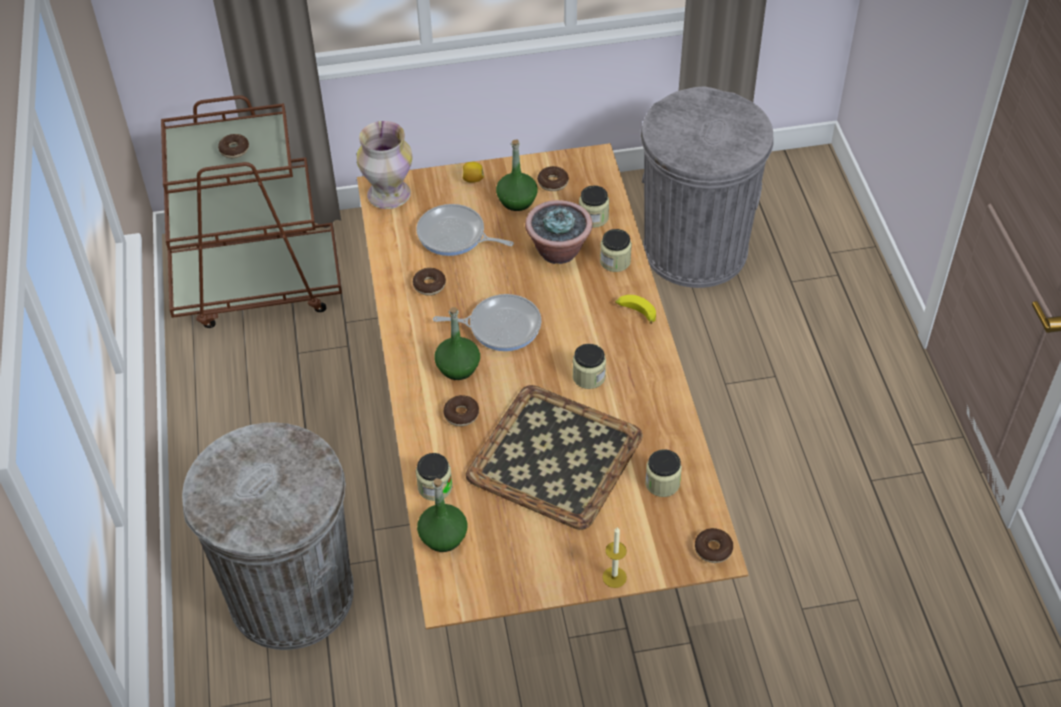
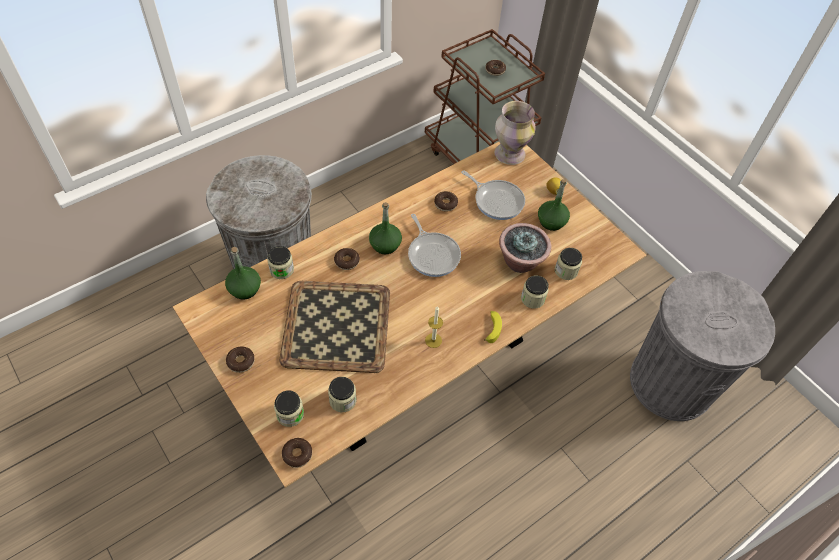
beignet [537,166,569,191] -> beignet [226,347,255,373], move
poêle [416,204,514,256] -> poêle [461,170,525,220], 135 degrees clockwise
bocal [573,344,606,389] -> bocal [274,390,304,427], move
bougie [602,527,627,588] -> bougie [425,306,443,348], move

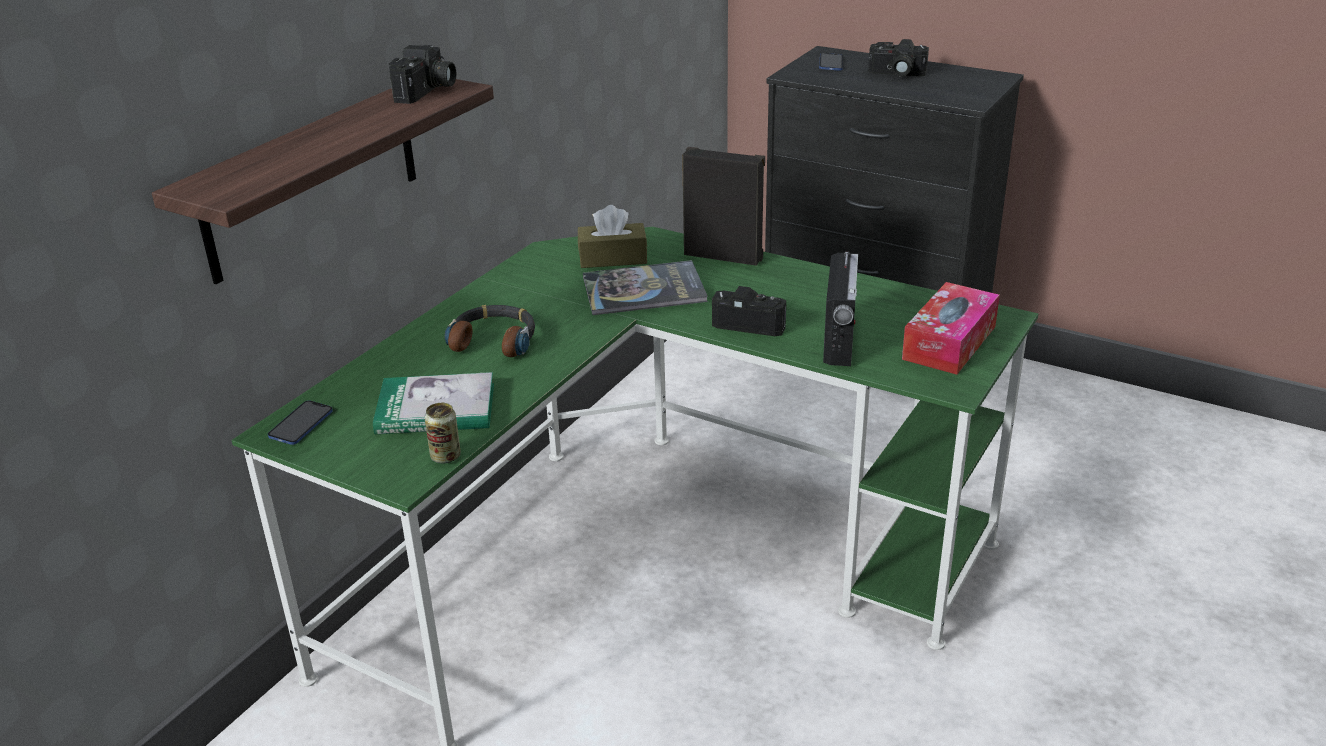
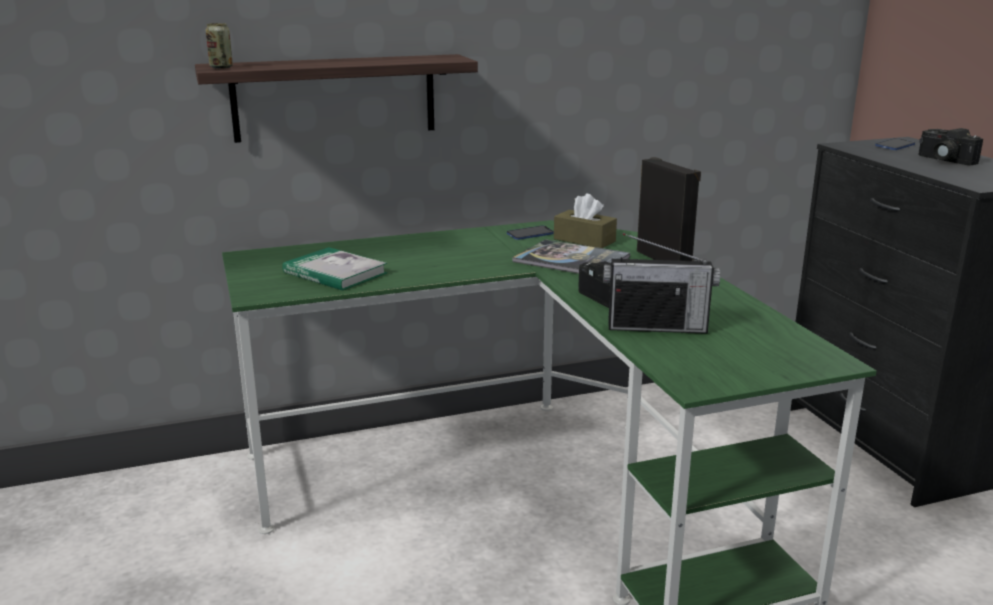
appareil photo [389,45,456,104] -> none
radio [823,252,858,366] -> radio [603,233,720,334], 45 degrees clockwise
boîte à mouchoirs [902,282,1000,375] -> none
casque audio [444,305,535,357] -> none
téléphone [268,401,333,445] -> téléphone [507,225,554,240], move
boîte métallique [425,403,461,463] -> boîte métallique [206,23,233,69], move

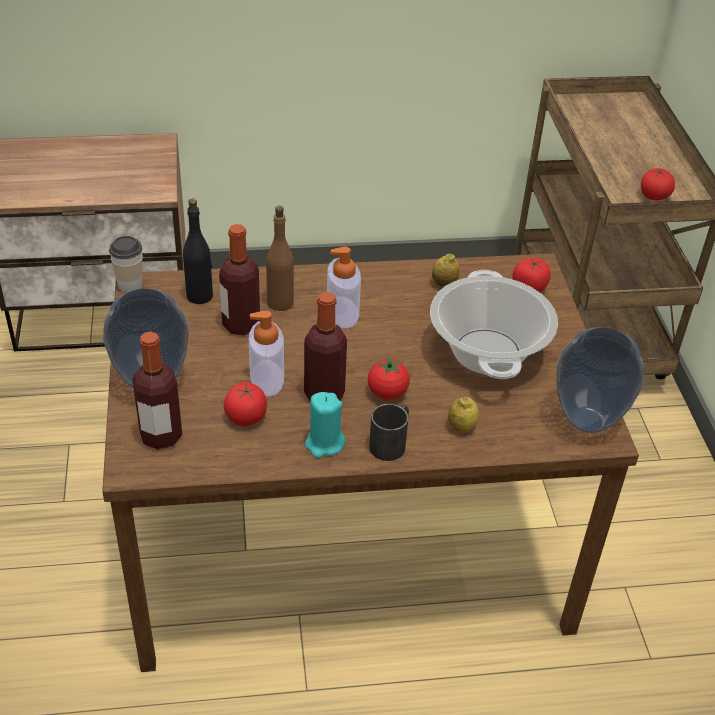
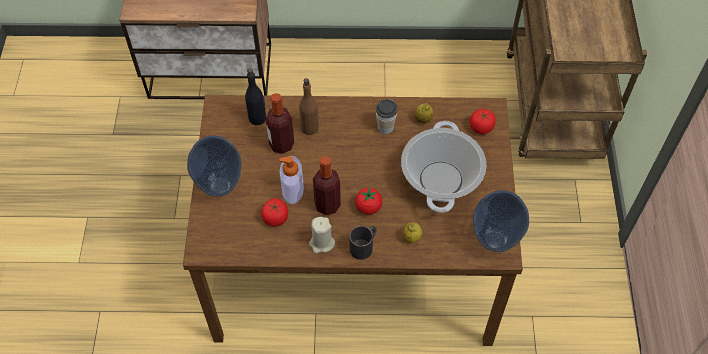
tomate [641,167,675,200] -> none
tasse [109,236,143,292] -> tasse [376,99,398,134], move
distributeur de savon [327,246,361,328] -> none
bouteille [132,331,182,450] -> none
bougie/turquoise [305,392,346,458] -> bougie/beige [309,217,335,254]

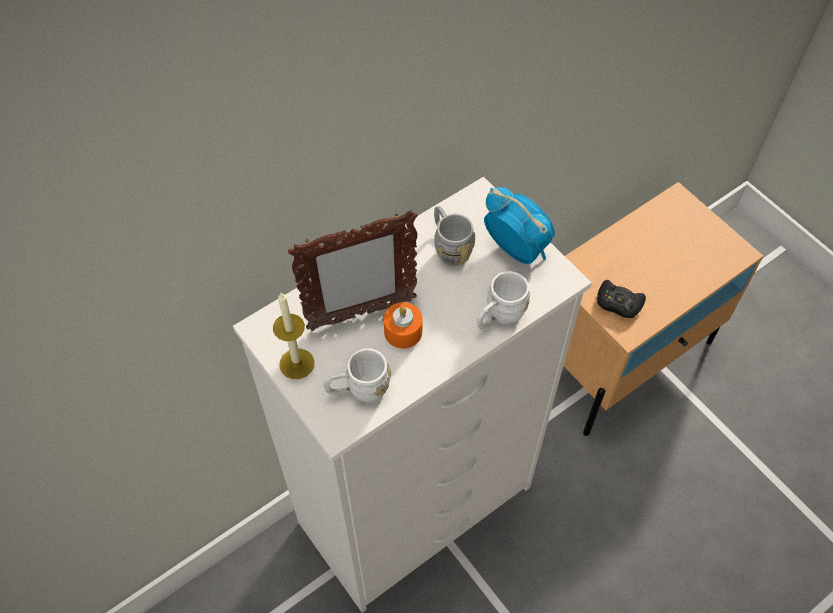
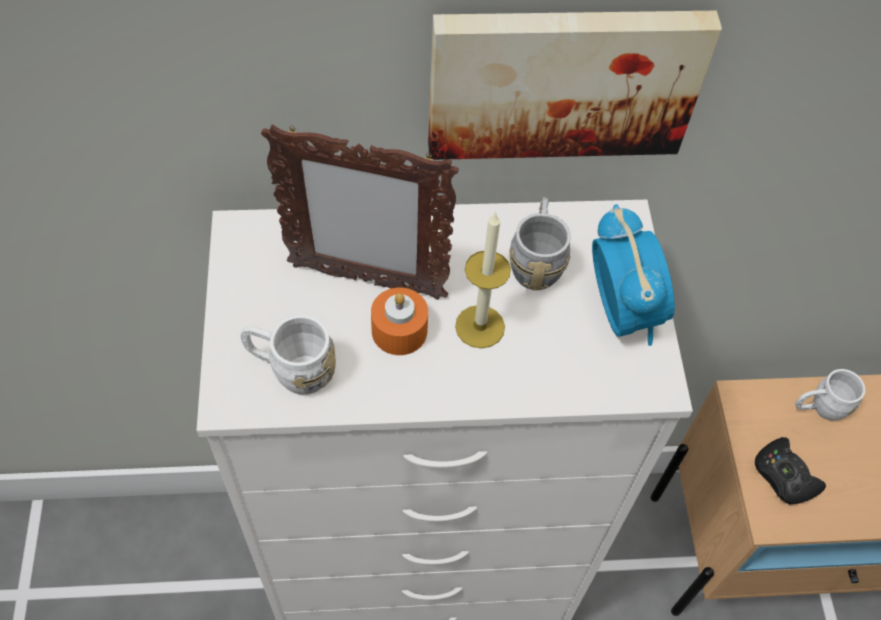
mug/blanc [477,271,530,329] -> mug/blanc [795,369,865,421], move
bougie [273,293,314,379] -> bougie [455,212,511,348], move
none -> tableau [428,11,722,160]

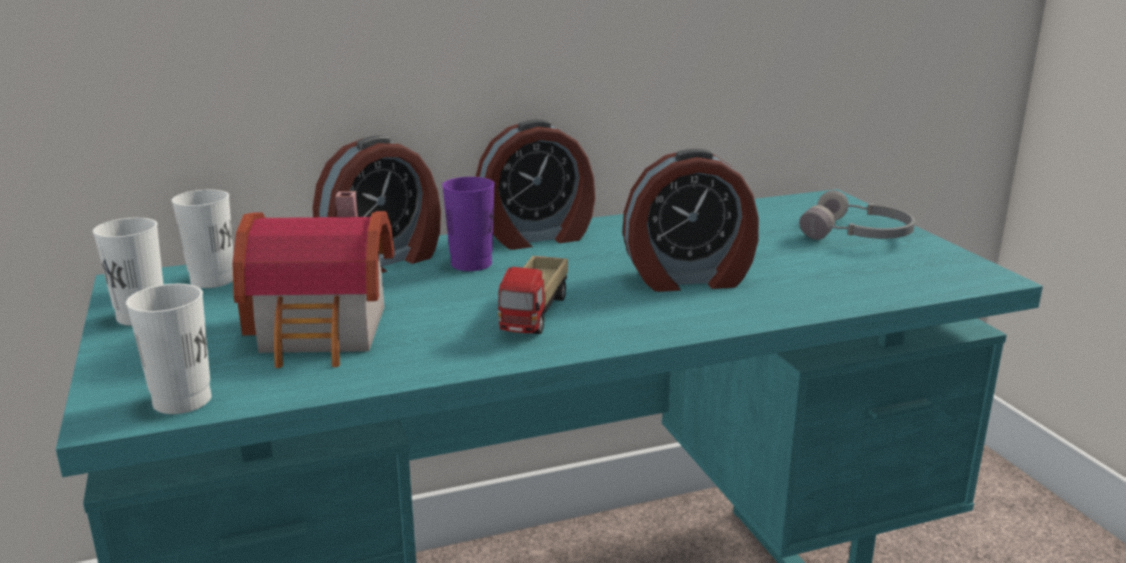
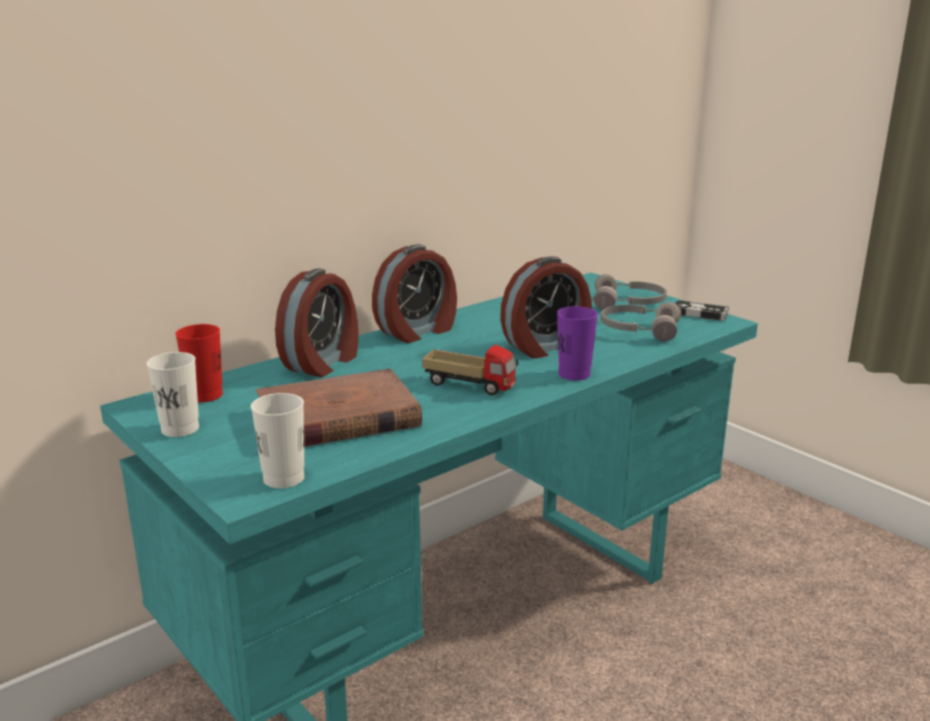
tasse/violet [442,177,495,271] -> tasse/violet [557,306,598,381], move
tasse/blanc [171,189,233,288] -> tasse/rouge [175,324,223,402]
maison miniature [232,191,394,368] -> livre/marron [256,369,422,447]
camion jouet [498,256,568,334] -> camion jouet [422,345,518,396], 60 degrees counterclockwise
none -> manette [675,300,729,321]
none -> casque audio/gris [600,302,681,341]

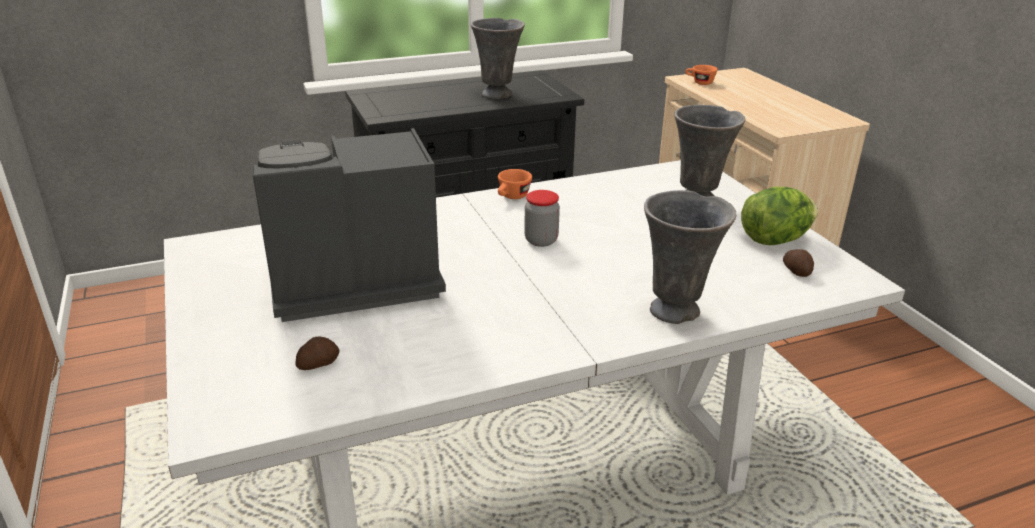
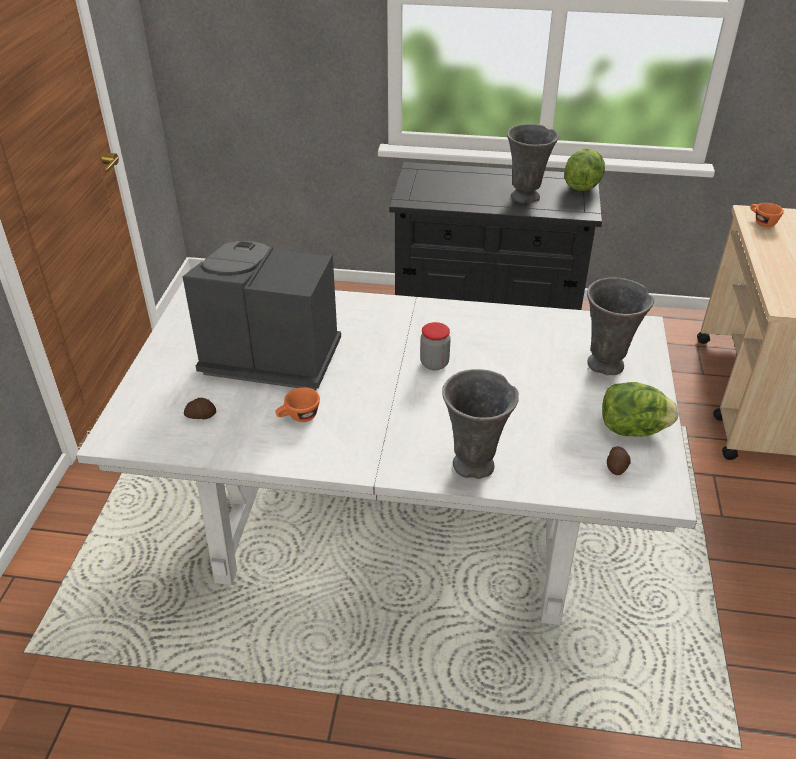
tasse/orange [498,169,532,199] -> tasse/orange [275,387,320,422], move
none -> laitue [564,149,605,191]

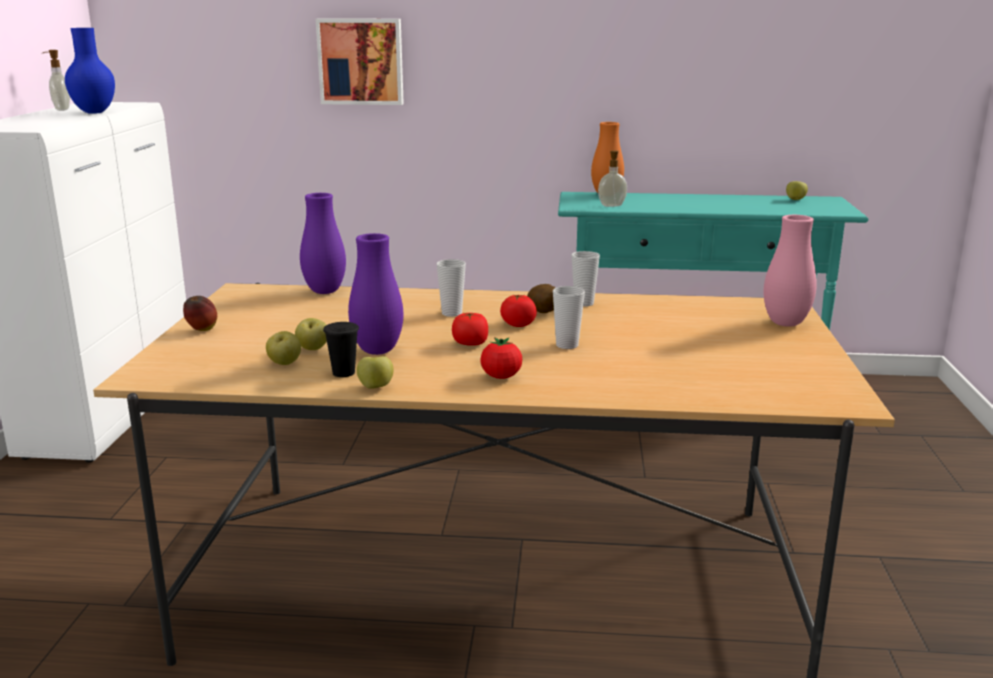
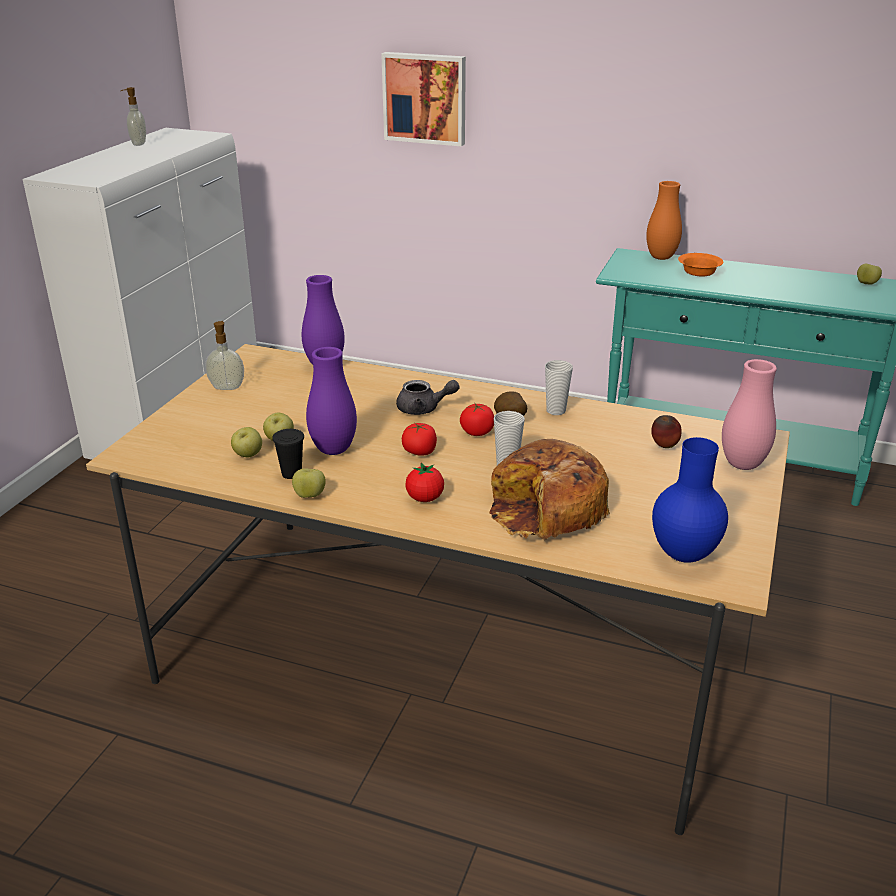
vase/bleu [65,28,115,114] -> vase/bleu [652,437,728,563], move
distributeur de savon [598,150,627,207] -> distributeur de savon [205,321,244,390], move
tasse [437,259,466,317] -> théière/gris [396,380,460,415]
pomme [183,296,217,331] -> pomme [651,415,682,448], move
none -> bol/orange [678,253,723,276]
none -> pain [489,439,610,540]

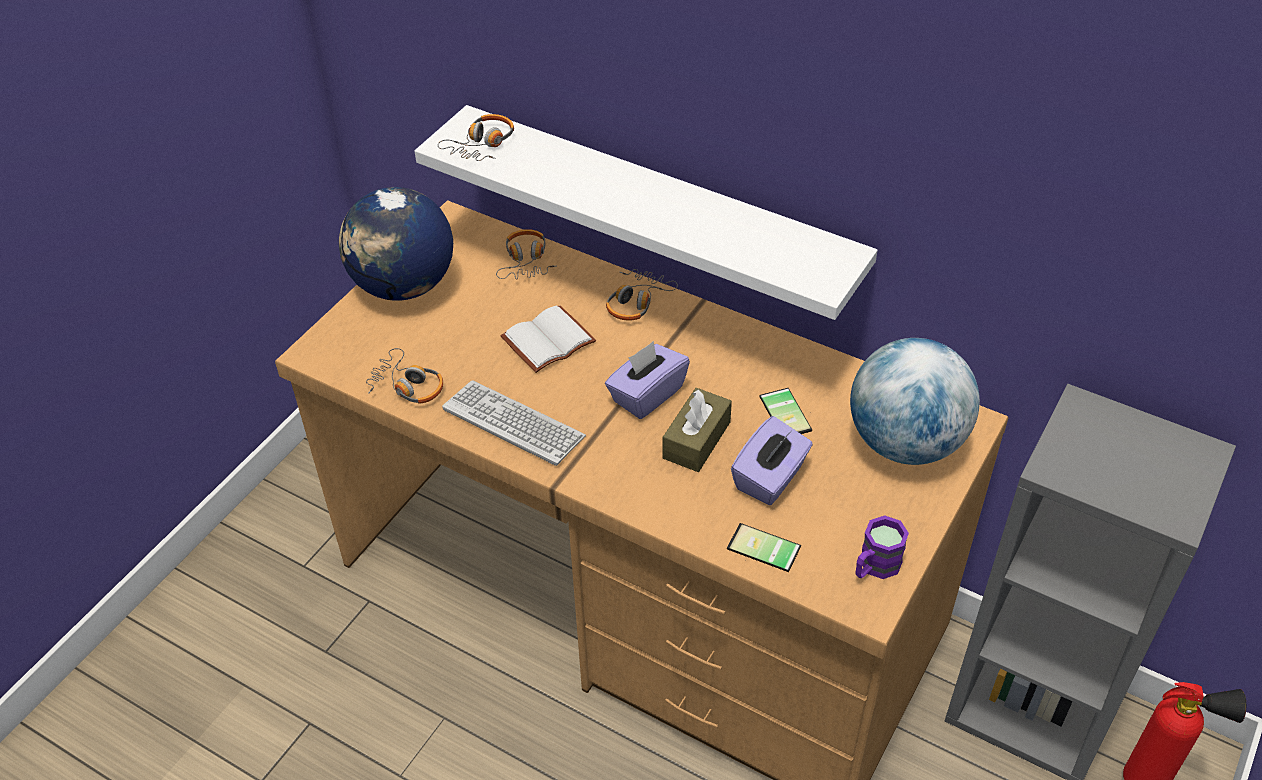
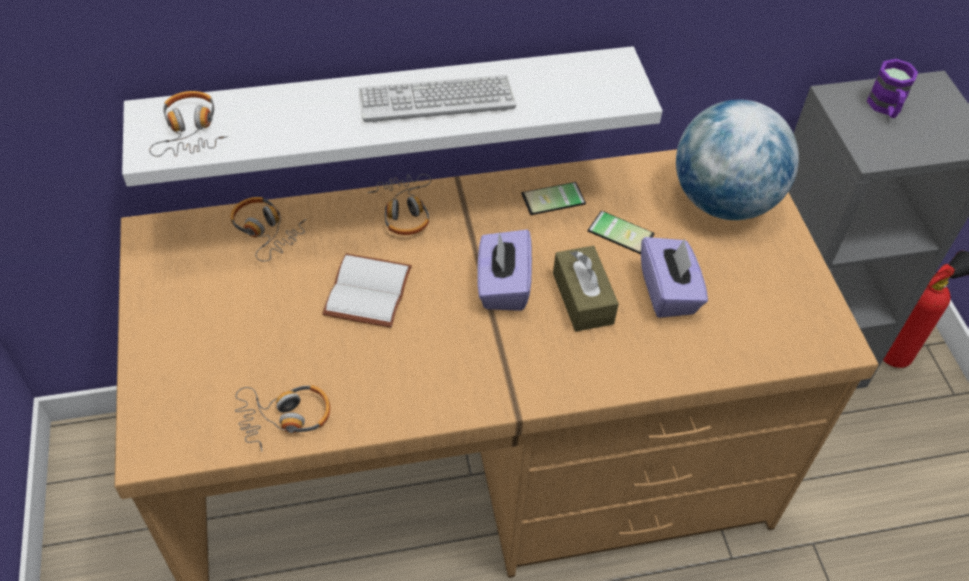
globe [339,187,453,301] -> none
clavier [442,380,586,466] -> clavier [359,75,516,123], move
mug/violet [856,515,909,579] -> mug/violet [867,59,918,118], move
téléphone [727,523,801,572] -> téléphone [521,182,586,215], move

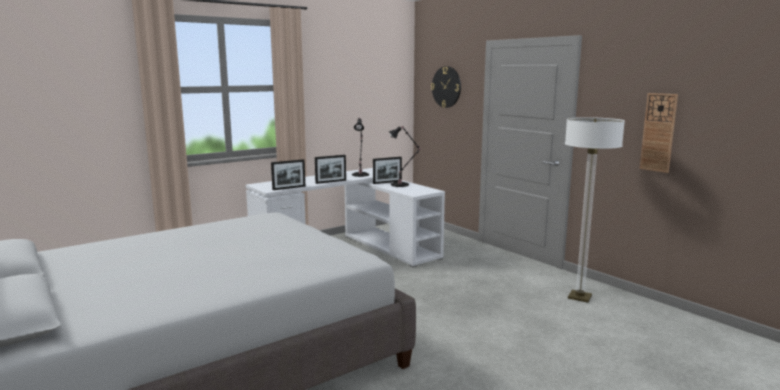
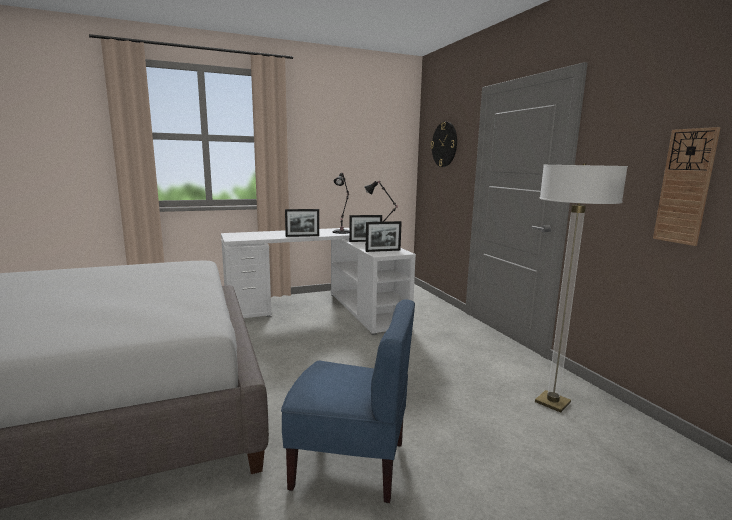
cadre photo [271,159,305,190] -> cadre photo [365,221,402,252], move
none -> chaise/bleu [281,299,415,503]

